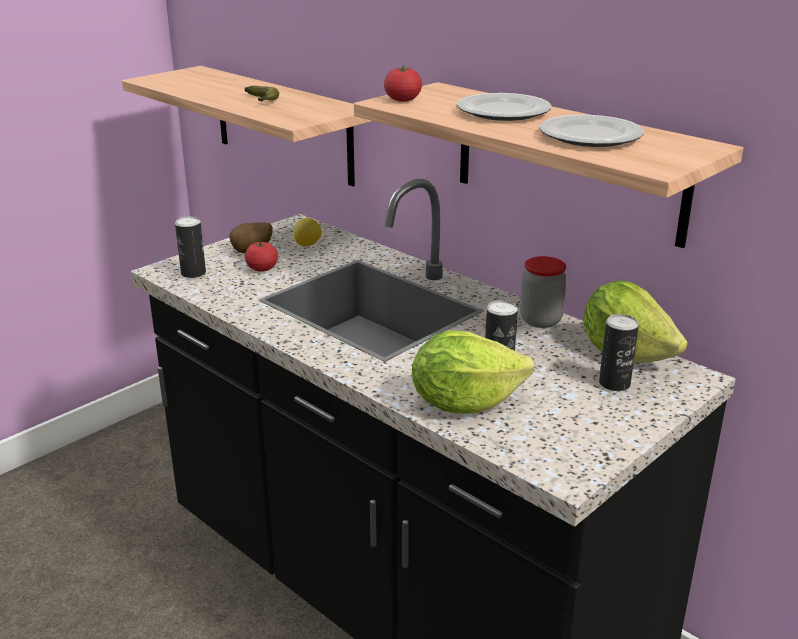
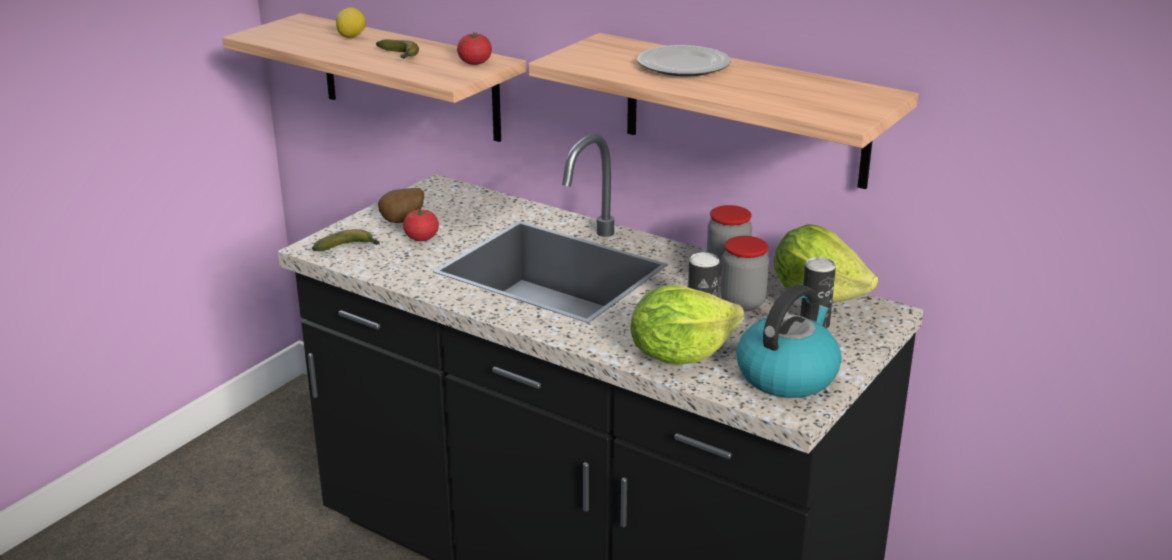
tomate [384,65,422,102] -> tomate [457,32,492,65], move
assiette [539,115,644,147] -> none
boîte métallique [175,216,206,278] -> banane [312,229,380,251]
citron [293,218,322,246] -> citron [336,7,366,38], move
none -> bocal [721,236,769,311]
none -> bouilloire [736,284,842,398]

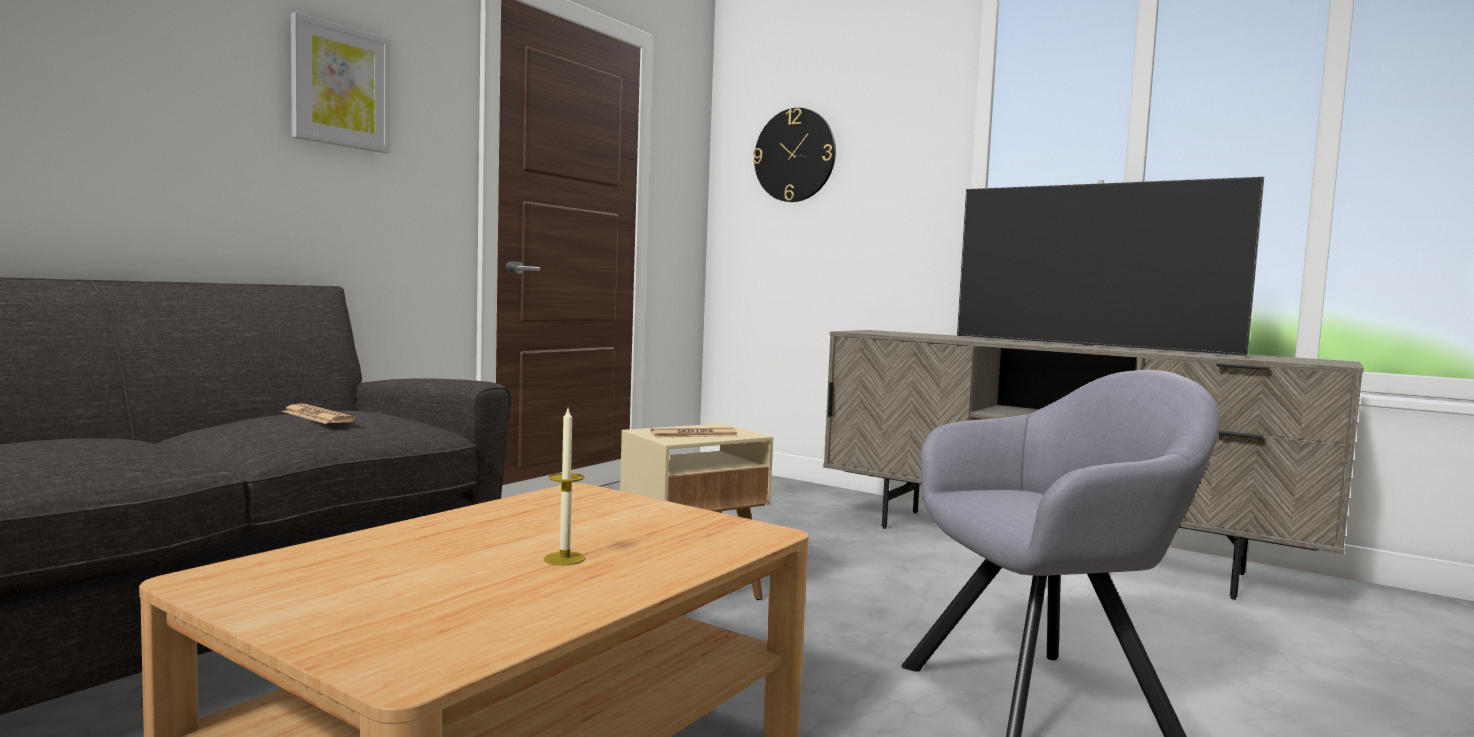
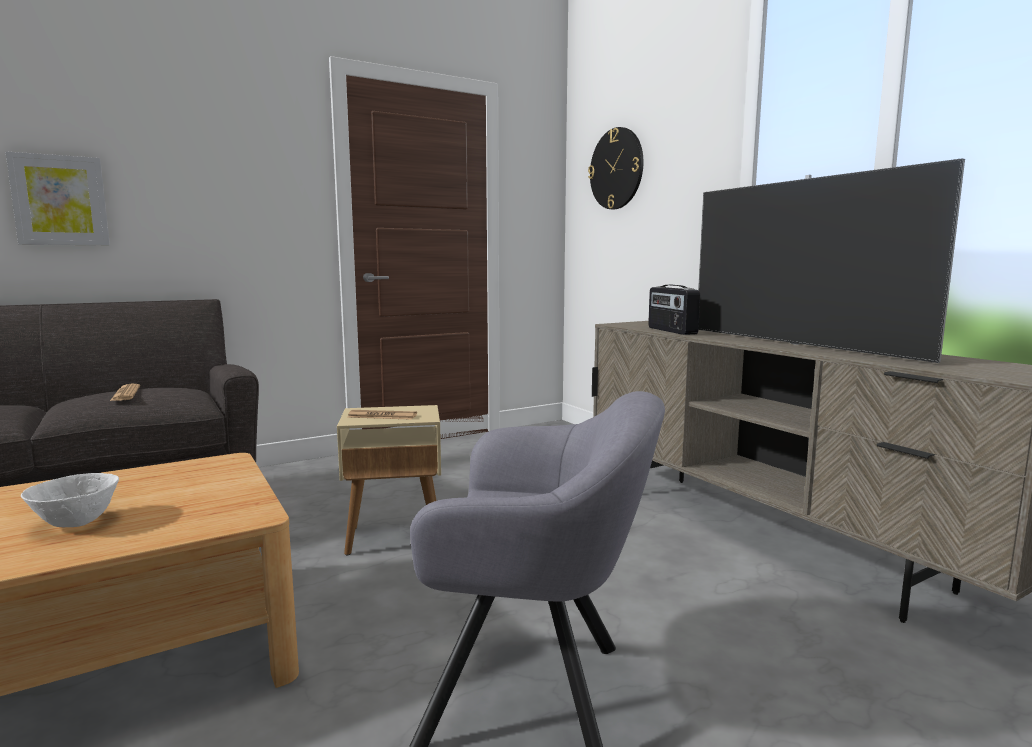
tableau [291,12,390,153] -> tableau [6,151,110,245], move
bougie [544,409,586,566] -> bol/blanc [21,473,119,527]
none -> radio [648,285,700,335]

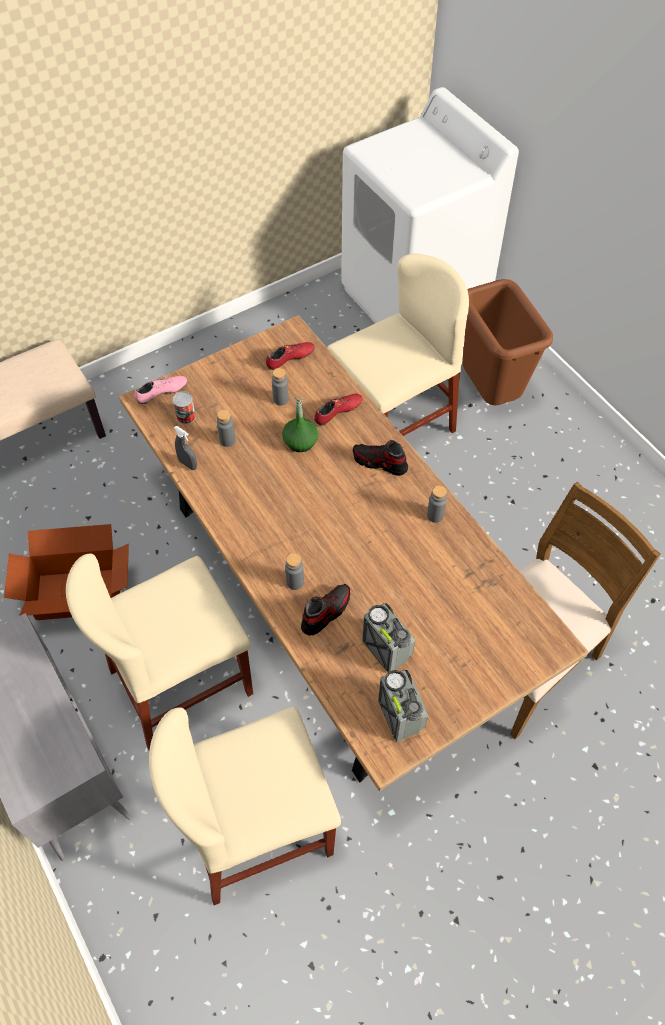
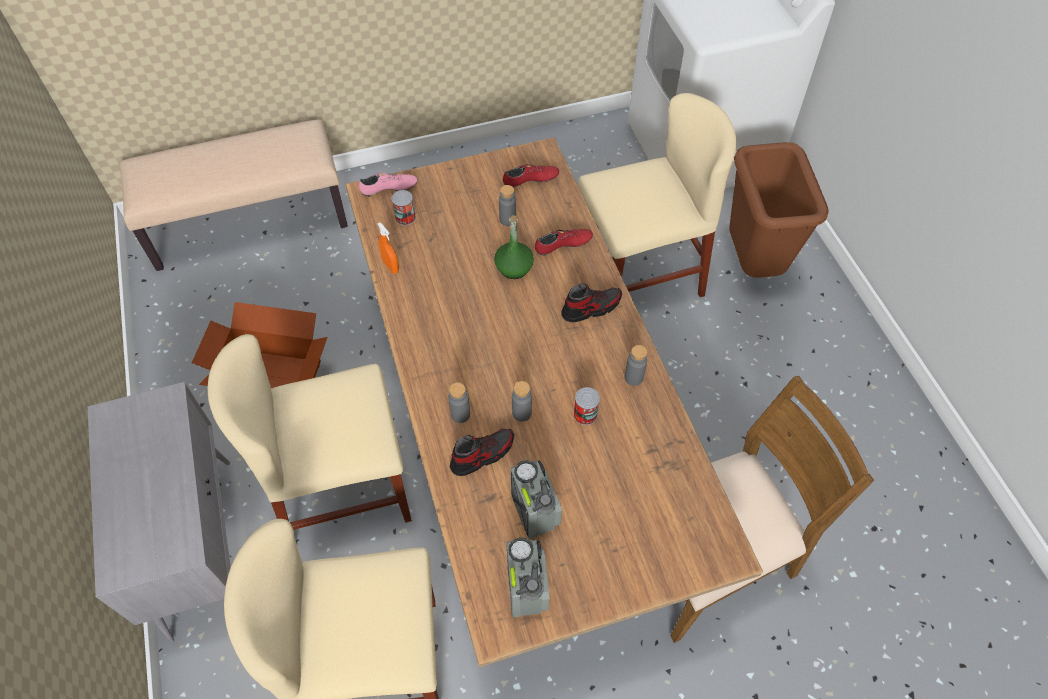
bouteille/gris [217,409,236,447] -> bouteille/gris [512,381,532,422], move
vaporisateur/gris [174,426,197,470] -> vaporisateur/orange [378,222,399,274]
chaussure [353,440,408,476] -> chaussure [561,283,622,322], 120 degrees clockwise
none -> boîte métallique [574,387,600,425]

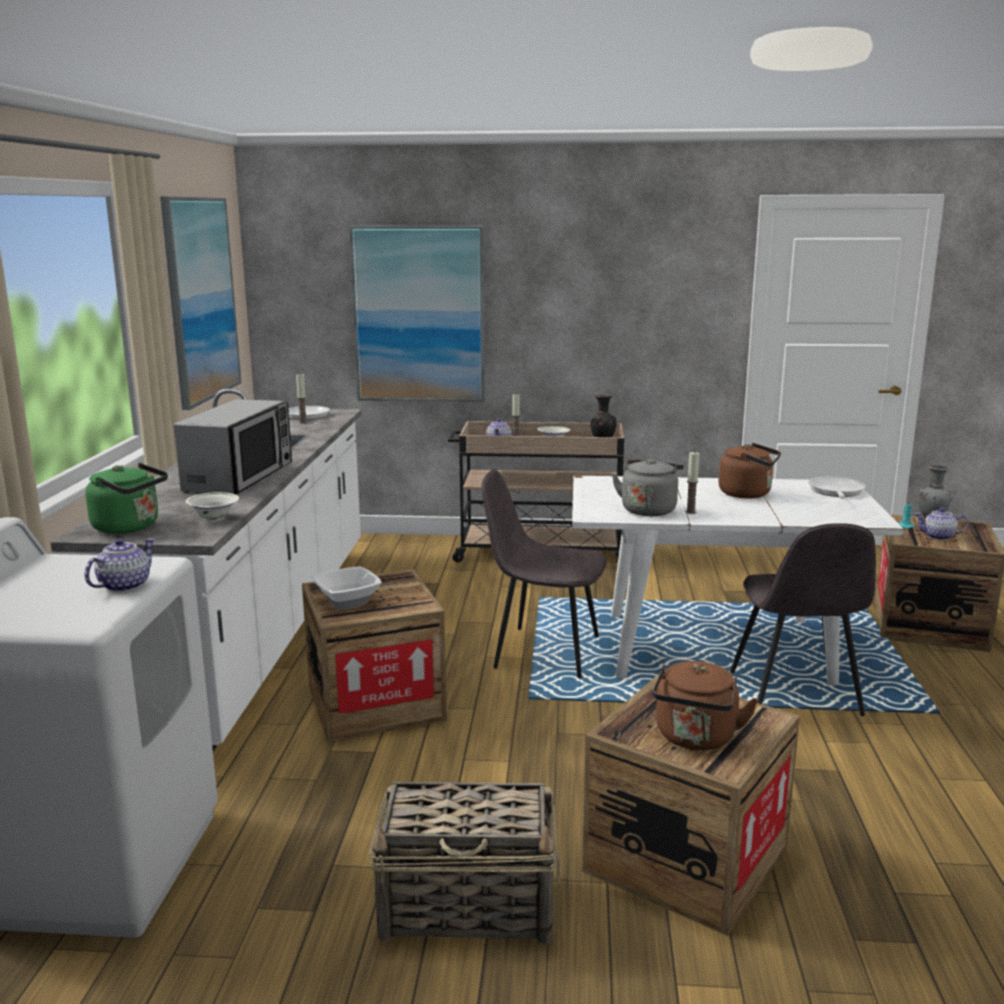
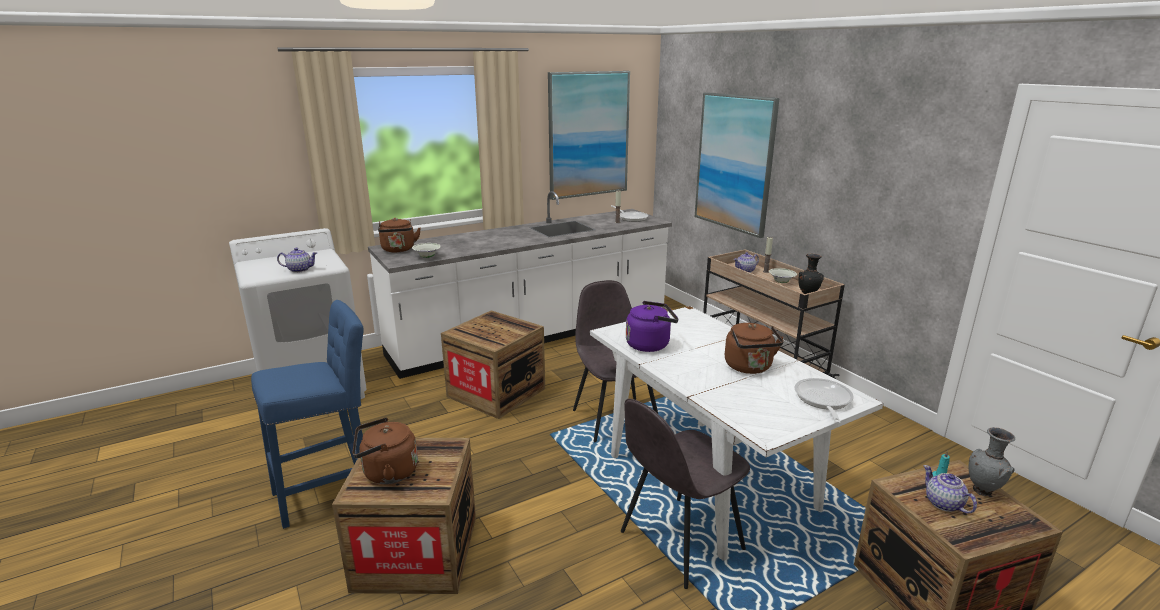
micro-ondes [174,399,292,494] -> none
bougie [686,452,699,514] -> none
bouilloire/gris [612,459,684,516] -> bouilloire/violet [626,301,678,352]
bouilloire/vert [85,463,168,534] -> bouilloire/marron [378,218,421,252]
poêle [808,477,866,498] -> poêle [795,378,854,424], 60 degrees counterclockwise
bol [313,566,382,610] -> none
panier [369,782,560,945] -> tabouret/bleu [251,300,364,529]

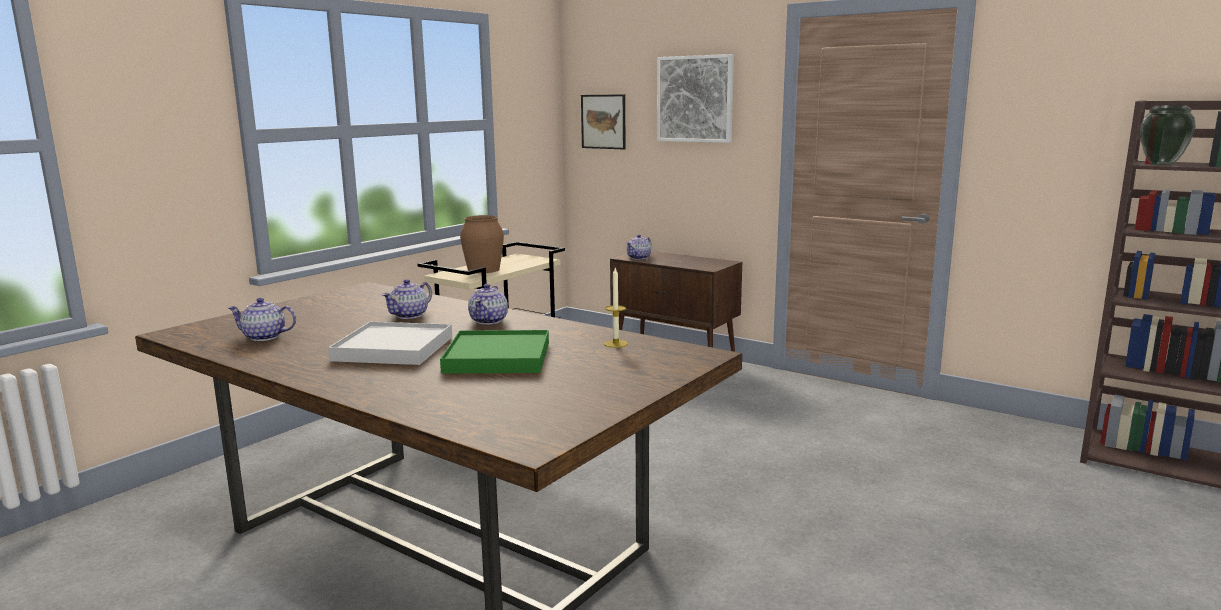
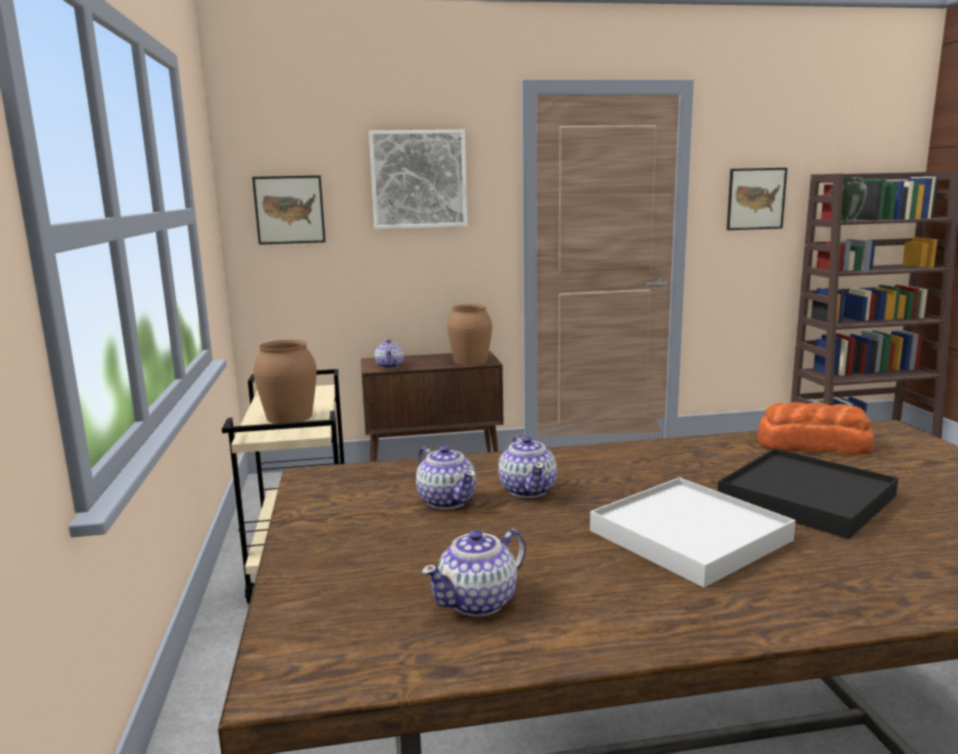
bougie [604,268,628,348] -> pain [758,402,874,454]
théière [468,284,508,325] -> théière [416,445,476,509], move
plateau/vert [440,330,549,374] -> plateau/noir [718,449,898,539]
none -> tableau [727,168,787,230]
none -> vase/marron [447,304,492,365]

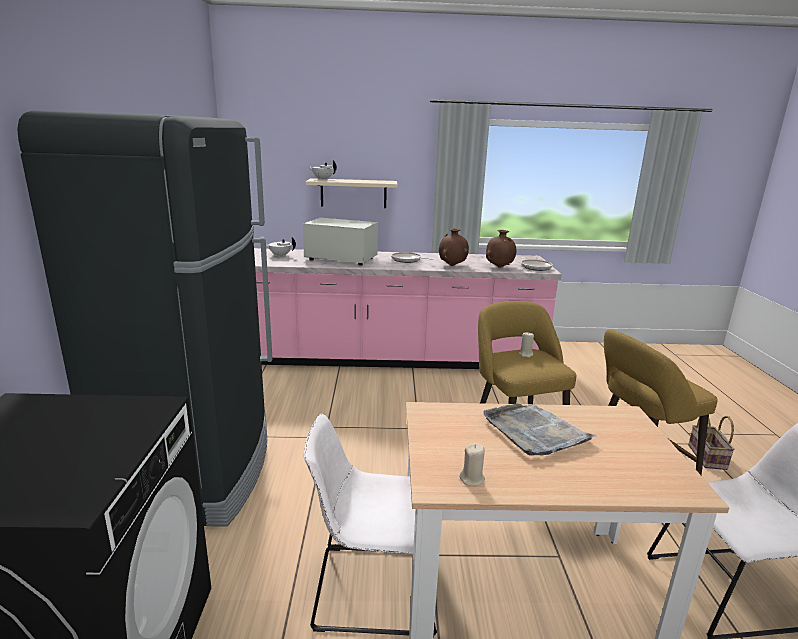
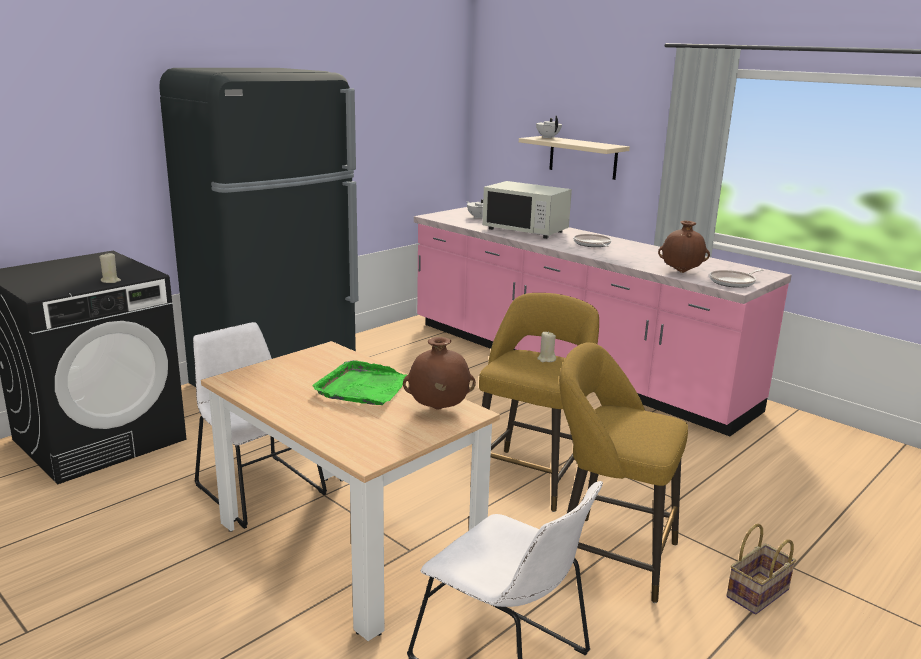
micro-ondes/blanc [303,218,378,266] -> micro-ondes/blanc [482,181,572,239], 150 degrees clockwise
vase/marron [439,228,469,266] -> vase/marron [403,337,476,410], move
plateau/gris [483,404,596,456] -> plateau/vert [312,360,407,405]
bougie/beige [460,443,485,486] -> bougie/beige [99,253,121,283], move

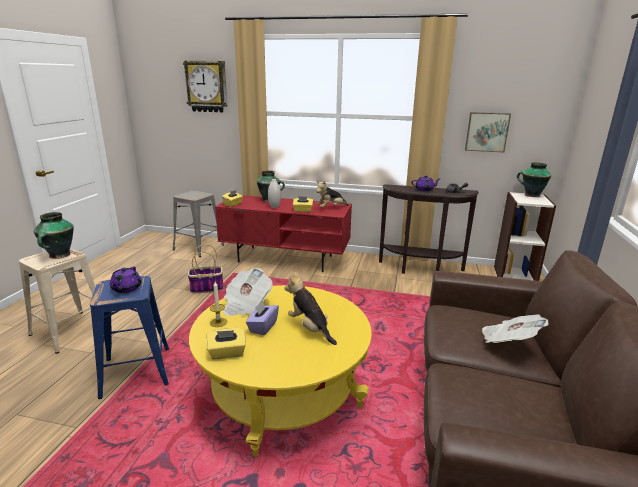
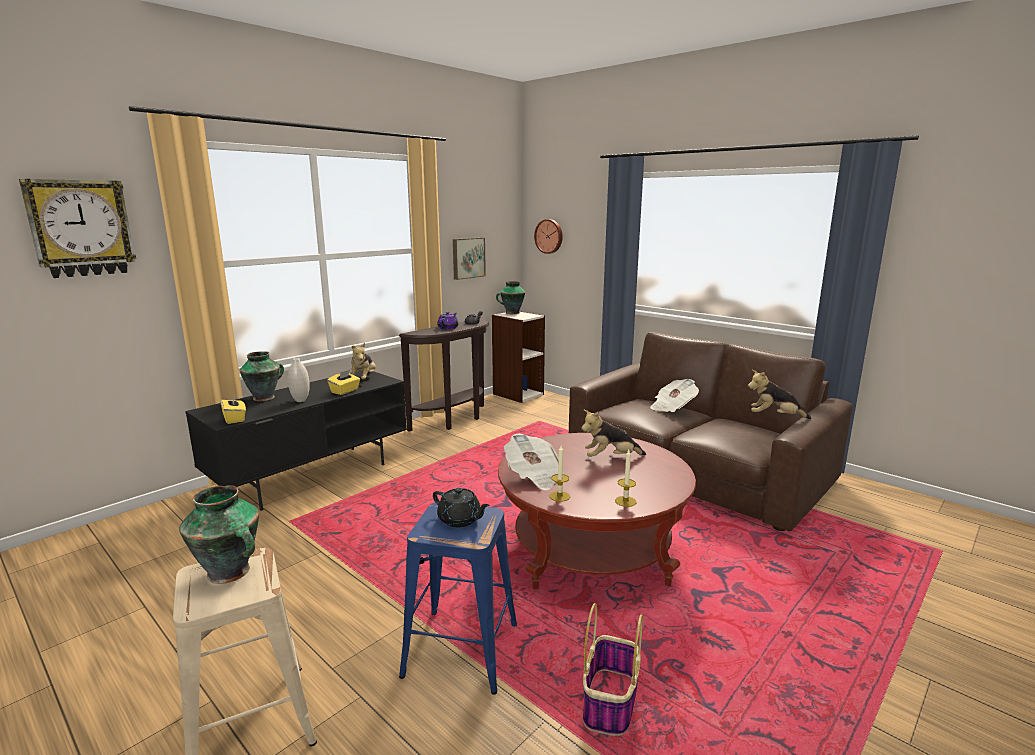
tabouret/gris [173,191,224,257] -> none
meuble télé/rouge [215,195,352,272] -> meuble télé/noir [185,371,407,511]
panier [187,244,223,293] -> panier [583,603,643,736], move
théière/violet [110,266,142,293] -> théière/noir [433,488,490,527]
table basse/jaune [189,285,372,457] -> table basse/rouge [498,433,696,590]
boîte à mouchoirs/violet [246,300,279,335] -> none
boîte à mouchoirs/jaune [207,328,246,359] -> bougie [615,450,636,507]
none -> horloge murale [534,219,563,254]
none -> peluche [748,369,811,419]

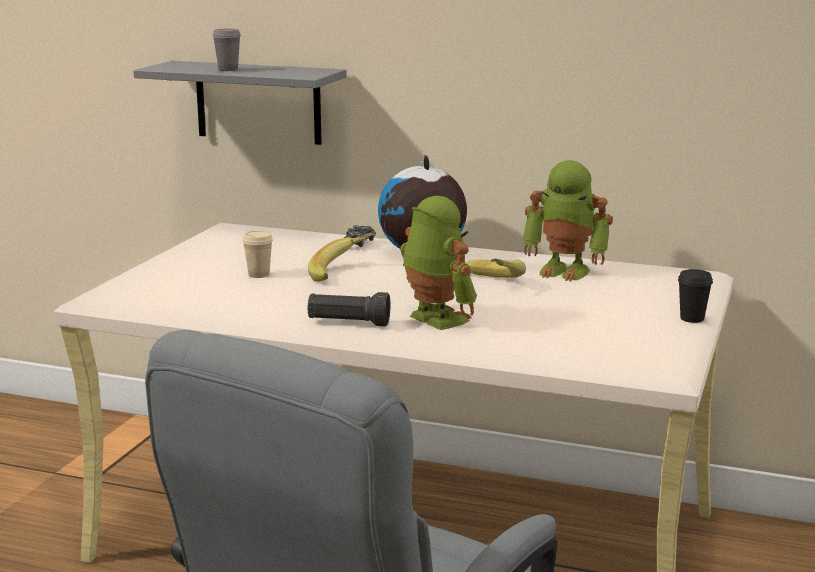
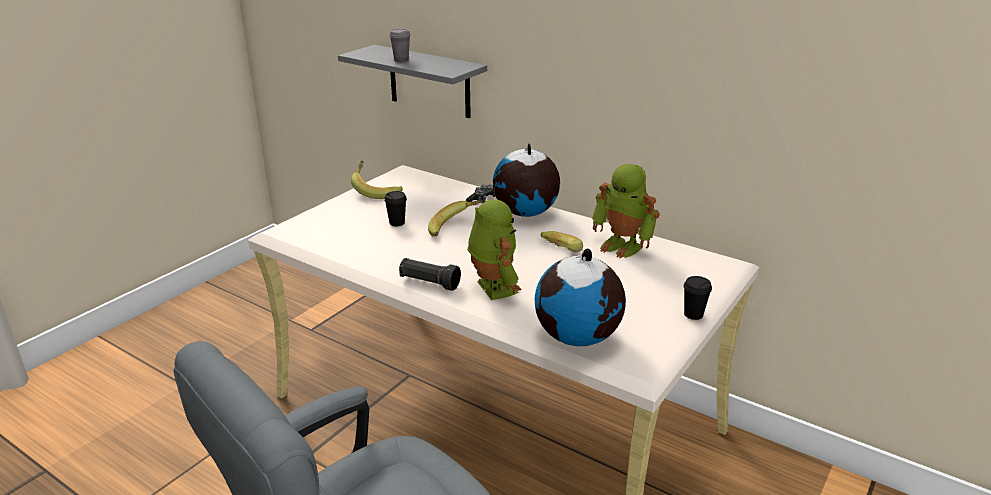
tasse/beige [242,231,273,278] -> tasse/noir [384,191,407,226]
none -> banane [351,160,403,199]
none -> globe [535,248,626,346]

